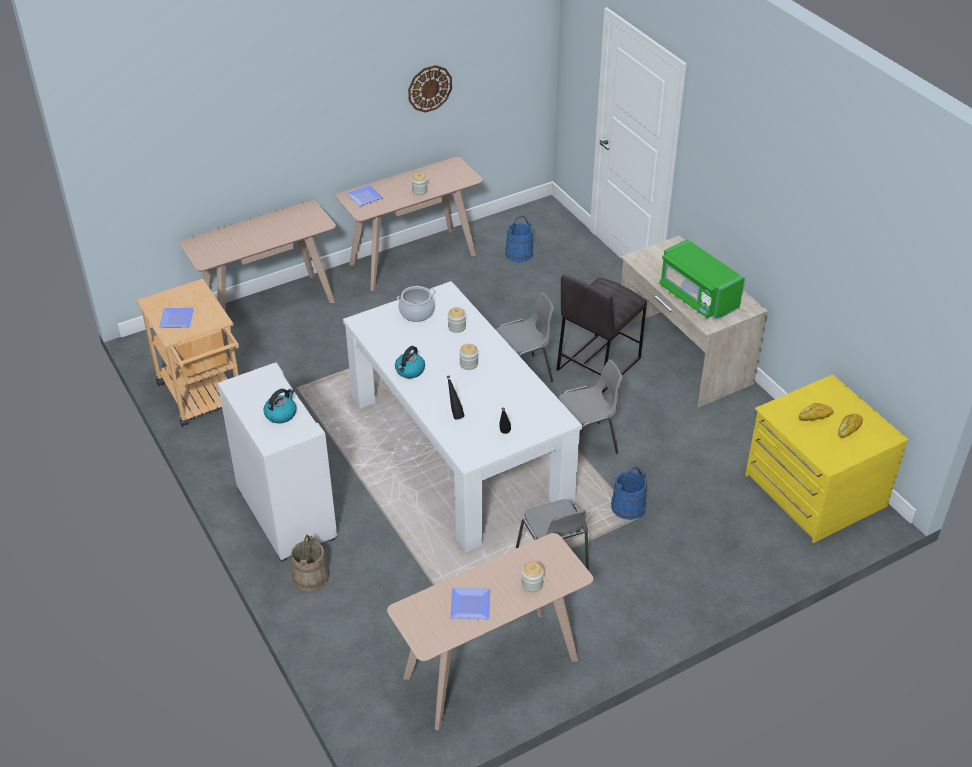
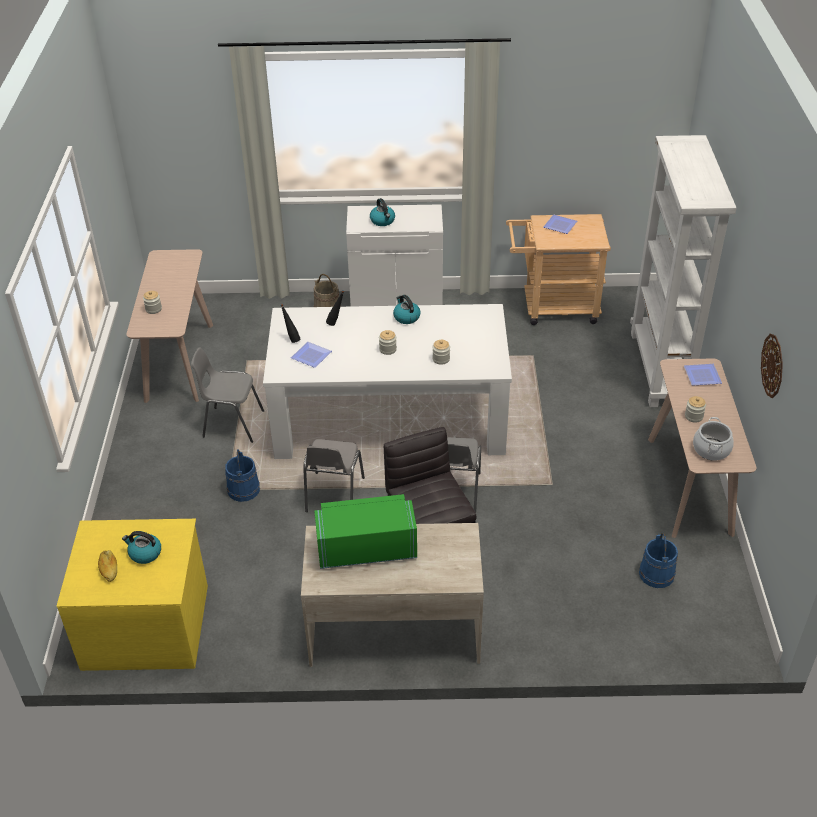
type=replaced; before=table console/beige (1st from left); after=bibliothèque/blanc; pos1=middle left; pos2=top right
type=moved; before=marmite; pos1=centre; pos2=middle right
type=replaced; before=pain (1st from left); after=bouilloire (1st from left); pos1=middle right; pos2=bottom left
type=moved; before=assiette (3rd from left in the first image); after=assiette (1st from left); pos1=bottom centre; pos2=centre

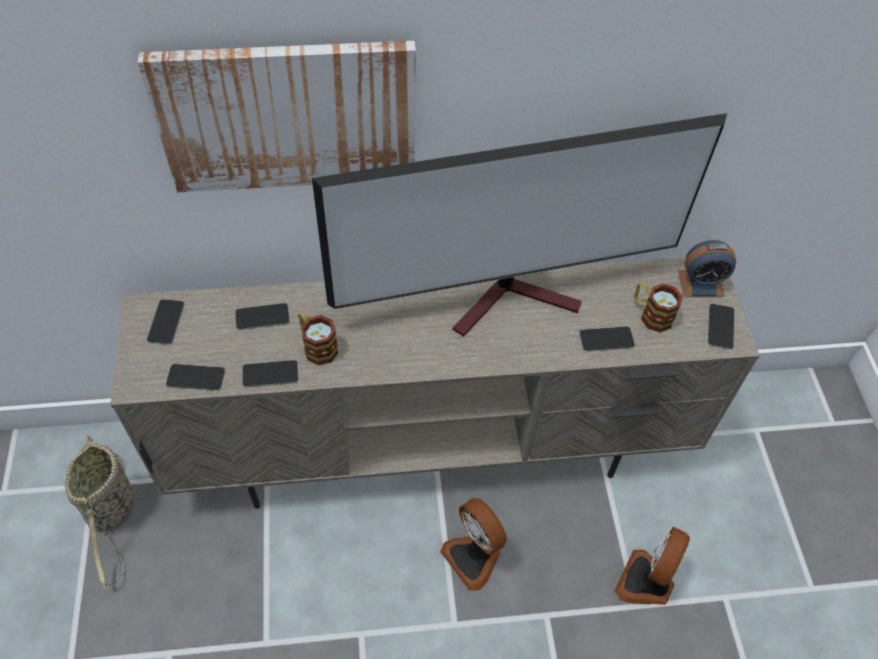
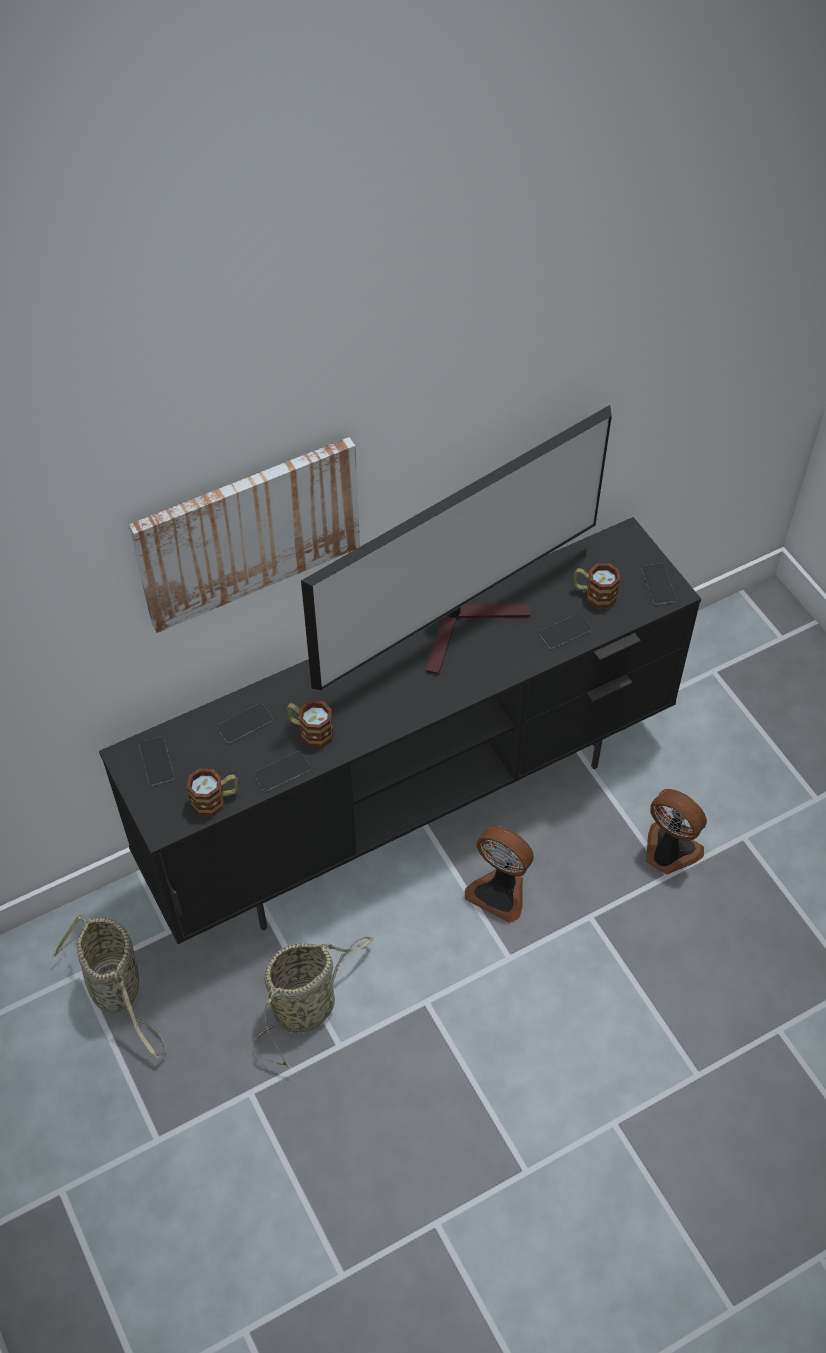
type=removed; before=réveil; pos1=middle right
type=recoloured; before=meuble télé/beige; after=meuble télé/noir; pos1=centre; pos2=centre
type=replaced; before=téléphone (2nd from left); after=mug (1st from left); pos1=middle left; pos2=middle left
type=turned; before=ventilateur (2nd from left); pos1=bottom right; pos2=middle right; turn=120
type=added; after=panier (2nd from left); pos2=bottom centre

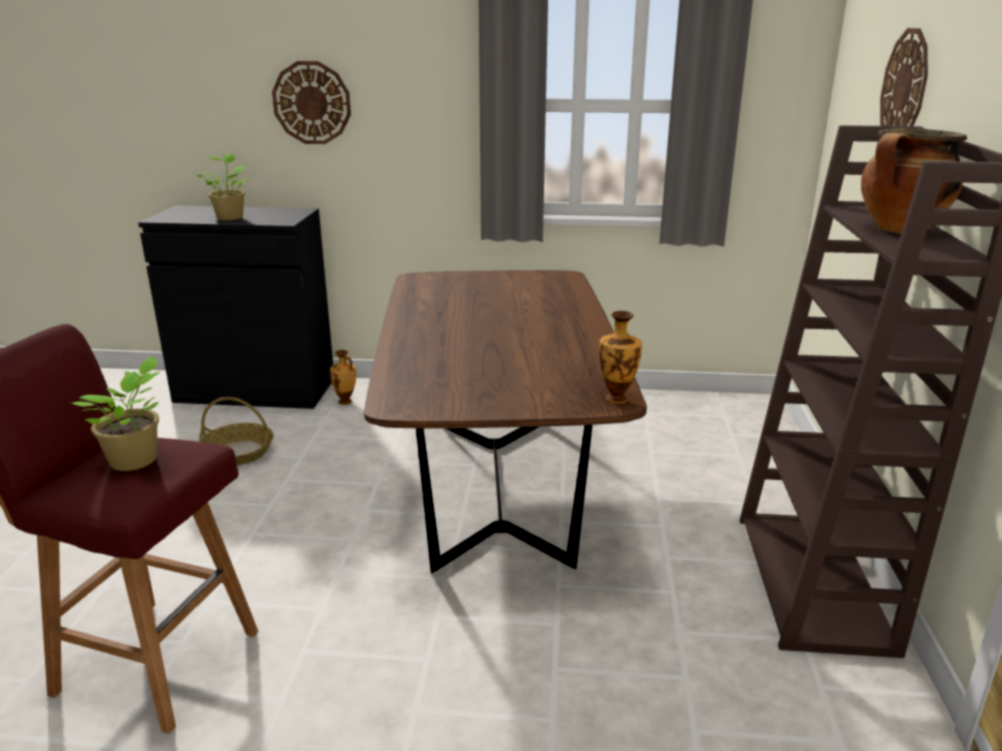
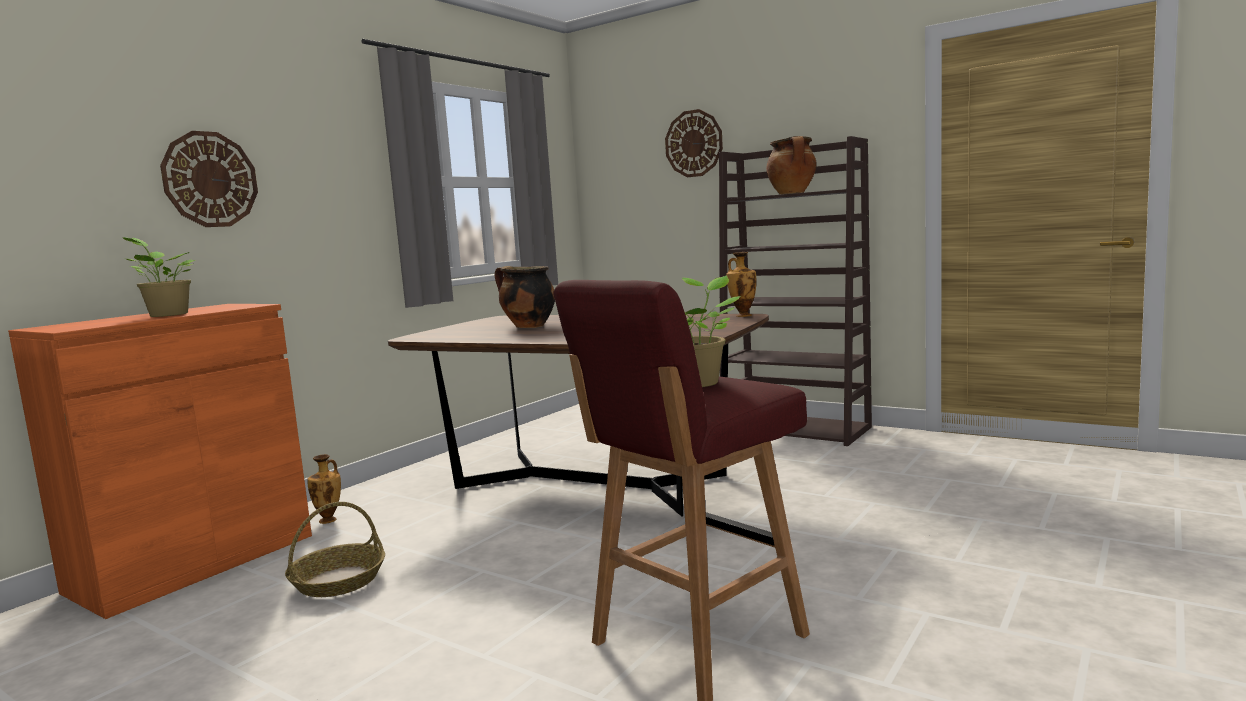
type=recoloured; before=meuble de rangement/noir; after=meuble de rangement/orange; pos1=middle left; pos2=middle left
type=added; after=marmite (1st from left); pos2=centre

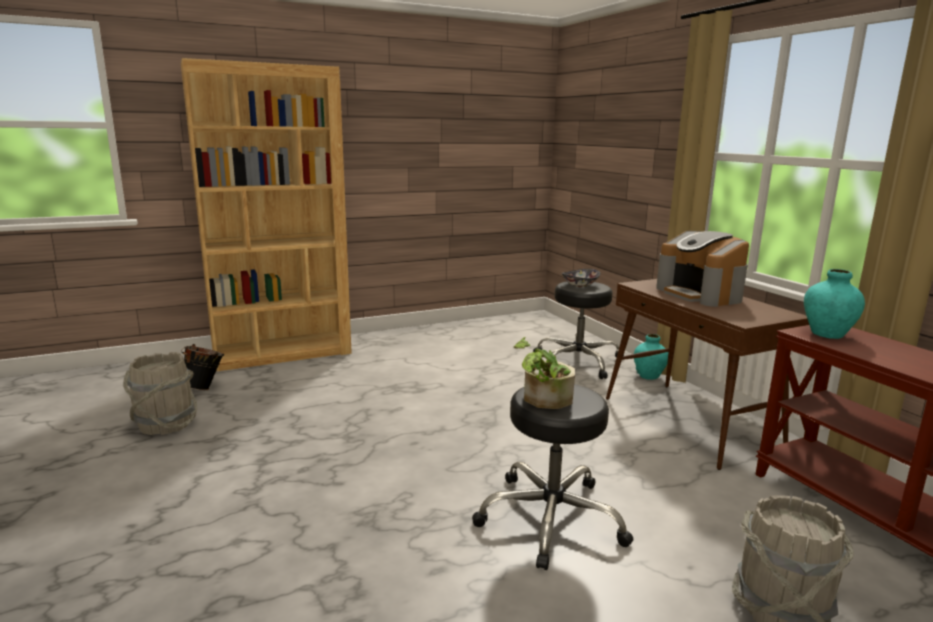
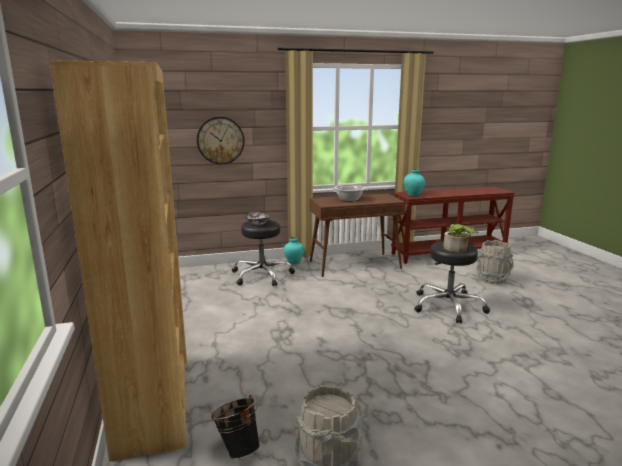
type=replaced; before=machine à café; after=marmite; pos1=middle right; pos2=centre
type=added; after=horloge murale; pos2=top centre

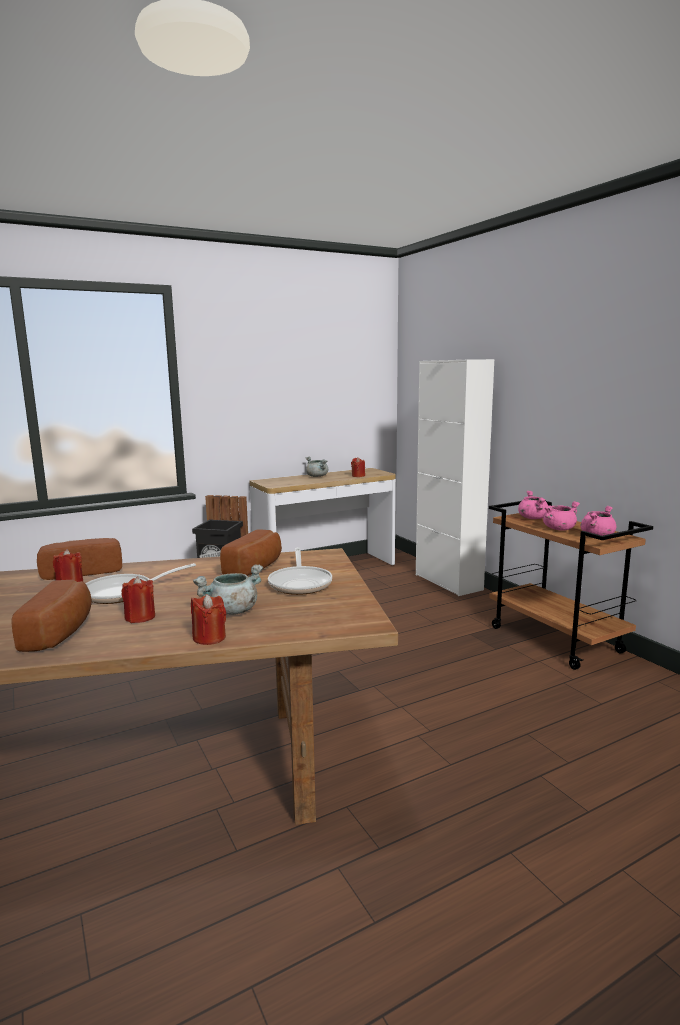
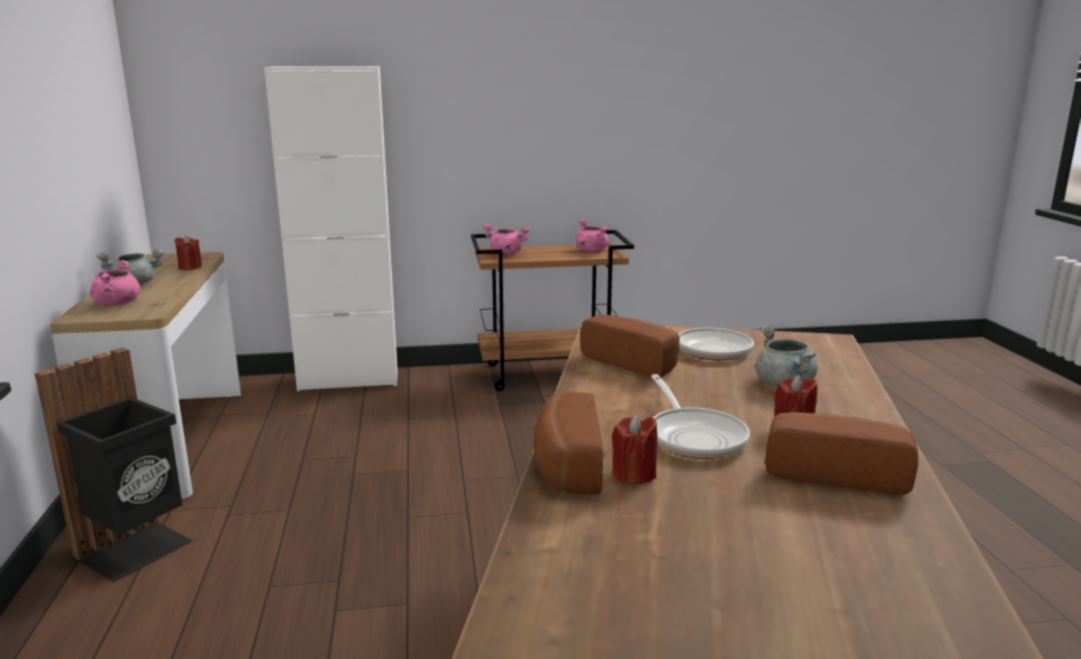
type=moved; before=marmite/rose (2nd from left in the first image); after=marmite/rose (1st from left); pos1=middle right; pos2=middle left
type=removed; before=bougie/rouge (3rd from left); pos1=middle left

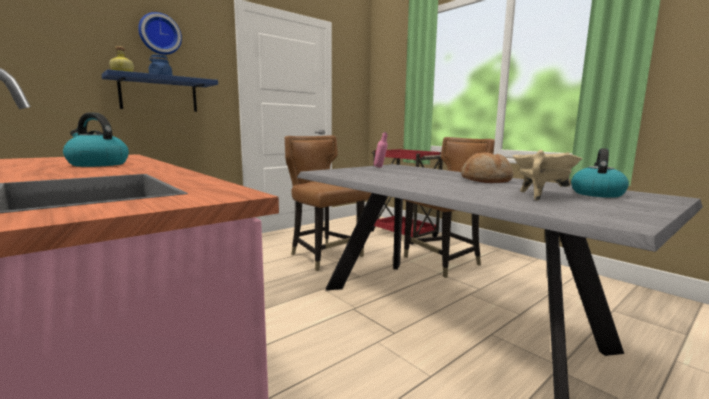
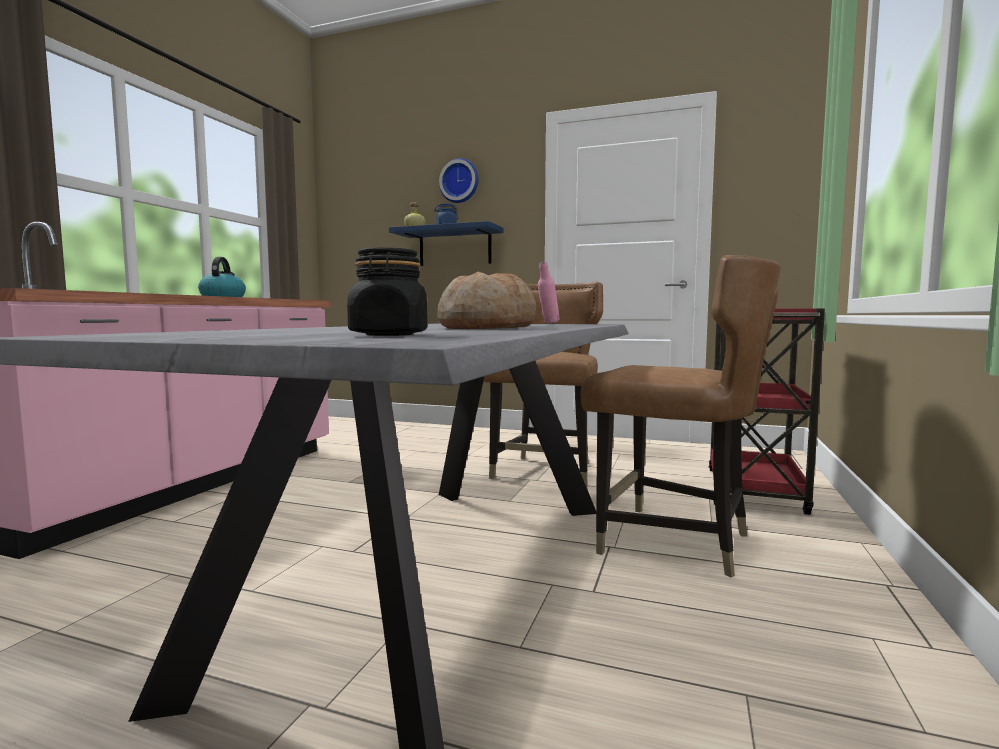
type=replaced; before=bouilloire (2nd from left); after=bocal/noir; pos1=middle right; pos2=centre
type=removed; before=marmite/beige; pos1=middle right

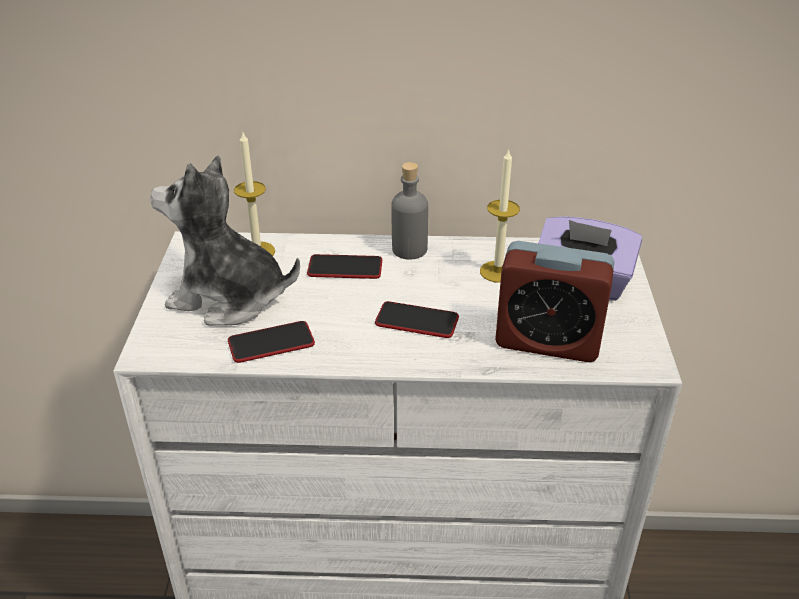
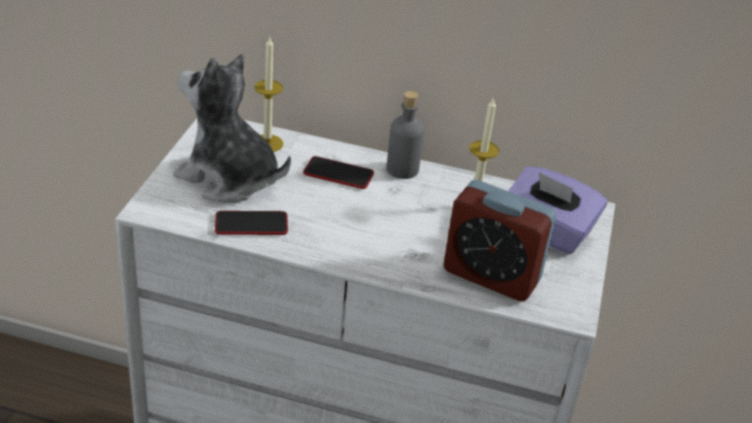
type=removed; before=téléphone (3rd from left); pos1=centre

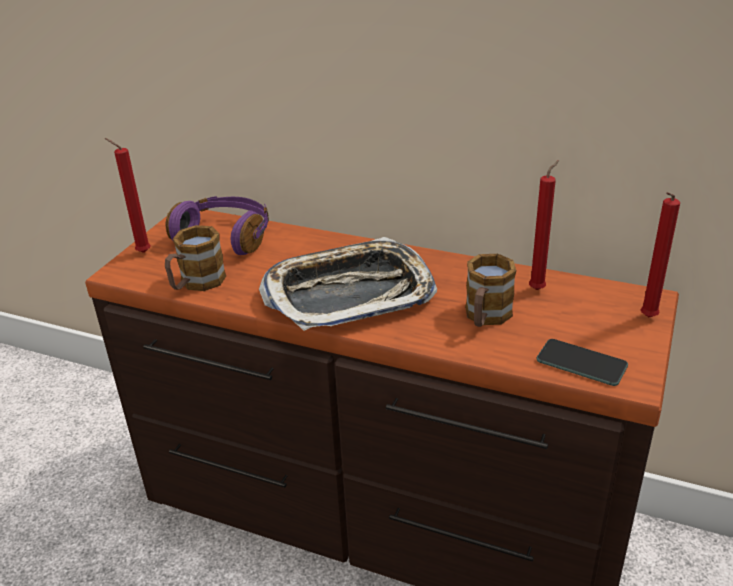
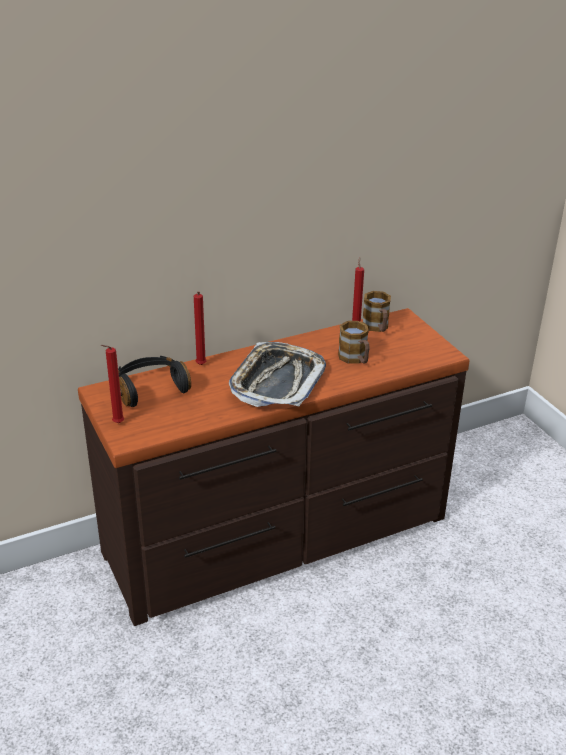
type=moved; before=bougie/rouge (3rd from left in the first image); after=bougie/rouge (2nd from left); pos1=middle right; pos2=centre
type=recoloured; before=casque audio/violet; after=casque audio/noir; pos1=middle left; pos2=middle left
type=moved; before=mug (1st from left in the first image); after=mug (2nd from left); pos1=middle left; pos2=centre
type=removed; before=téléphone; pos1=middle right

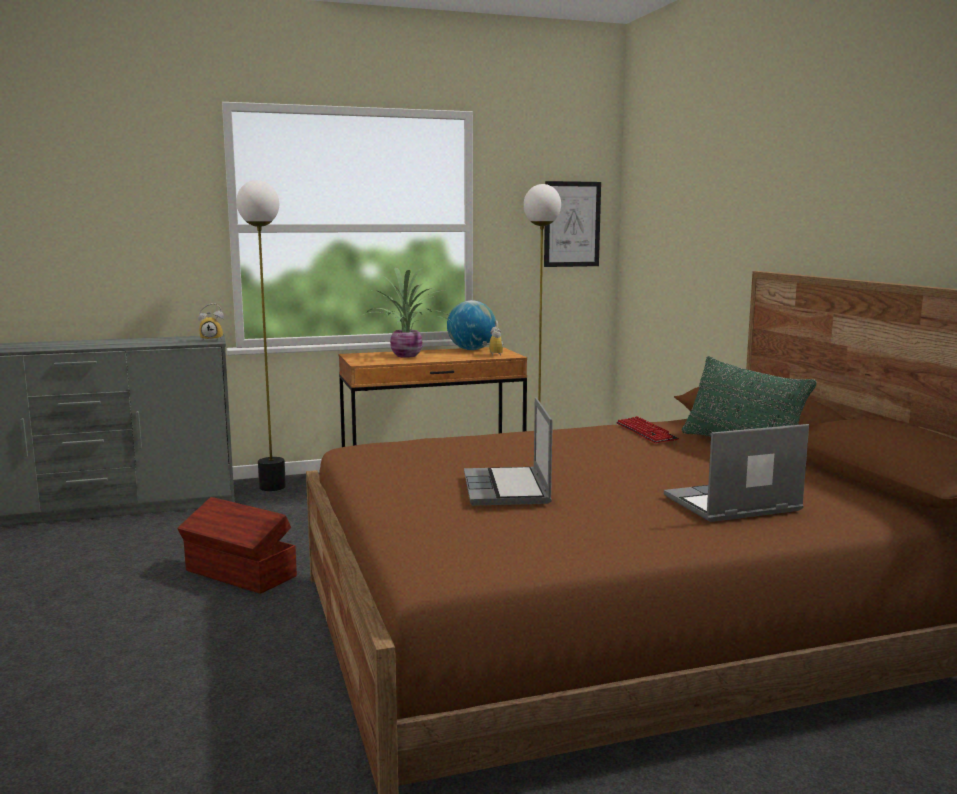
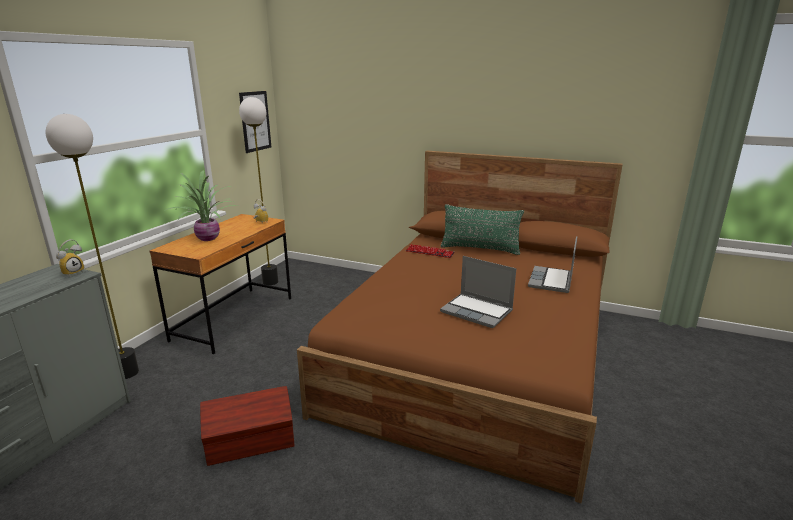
type=removed; before=globe; pos1=centre

